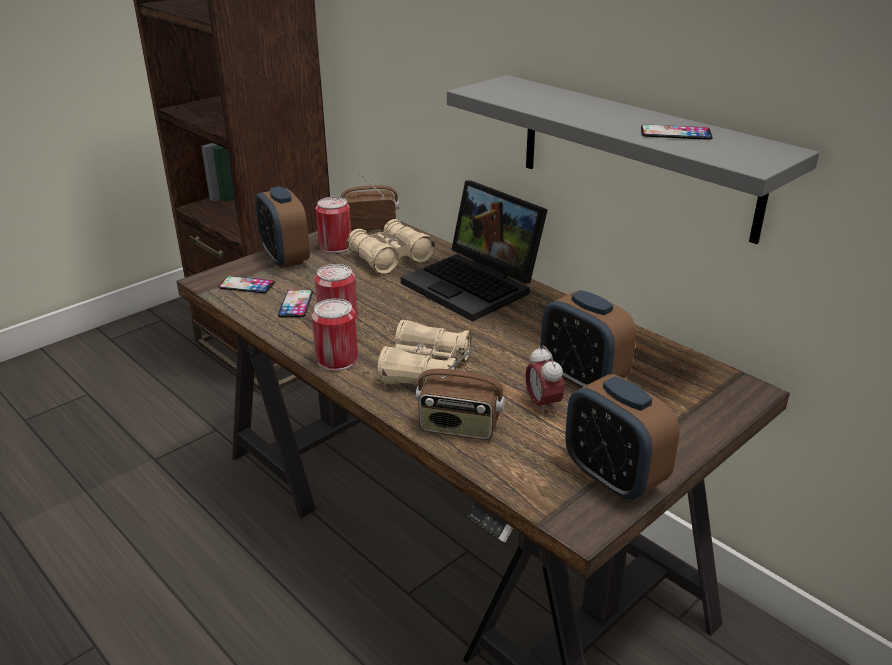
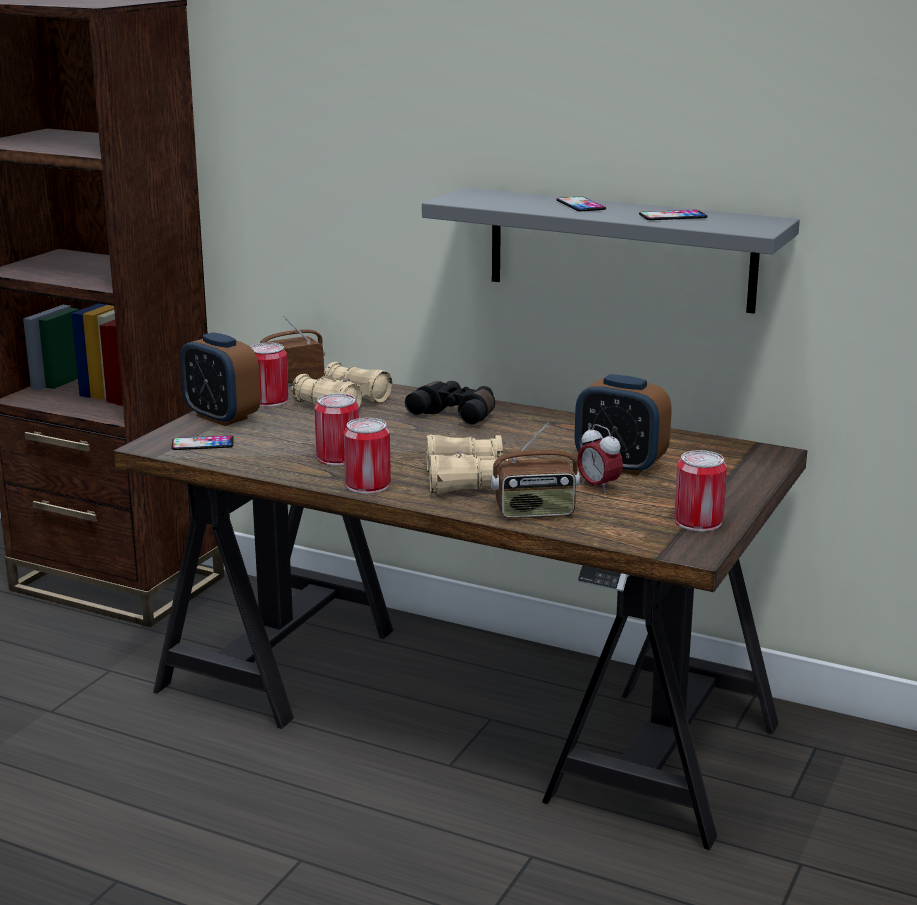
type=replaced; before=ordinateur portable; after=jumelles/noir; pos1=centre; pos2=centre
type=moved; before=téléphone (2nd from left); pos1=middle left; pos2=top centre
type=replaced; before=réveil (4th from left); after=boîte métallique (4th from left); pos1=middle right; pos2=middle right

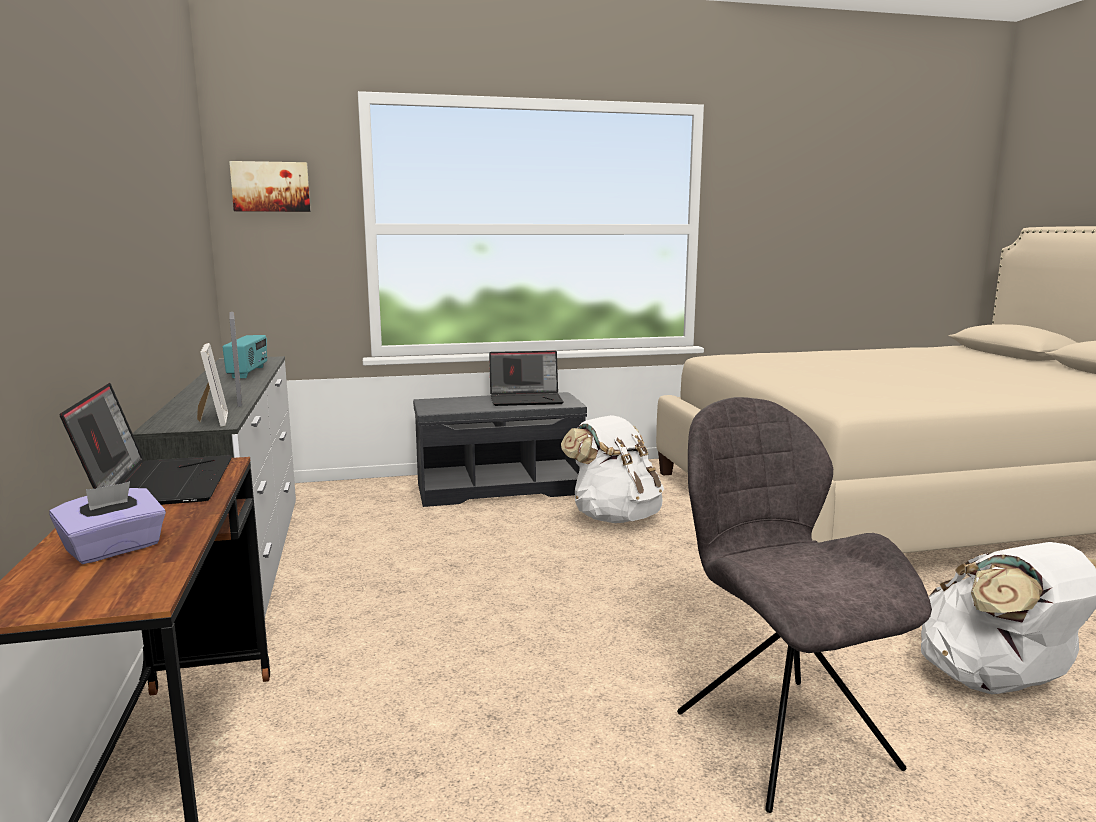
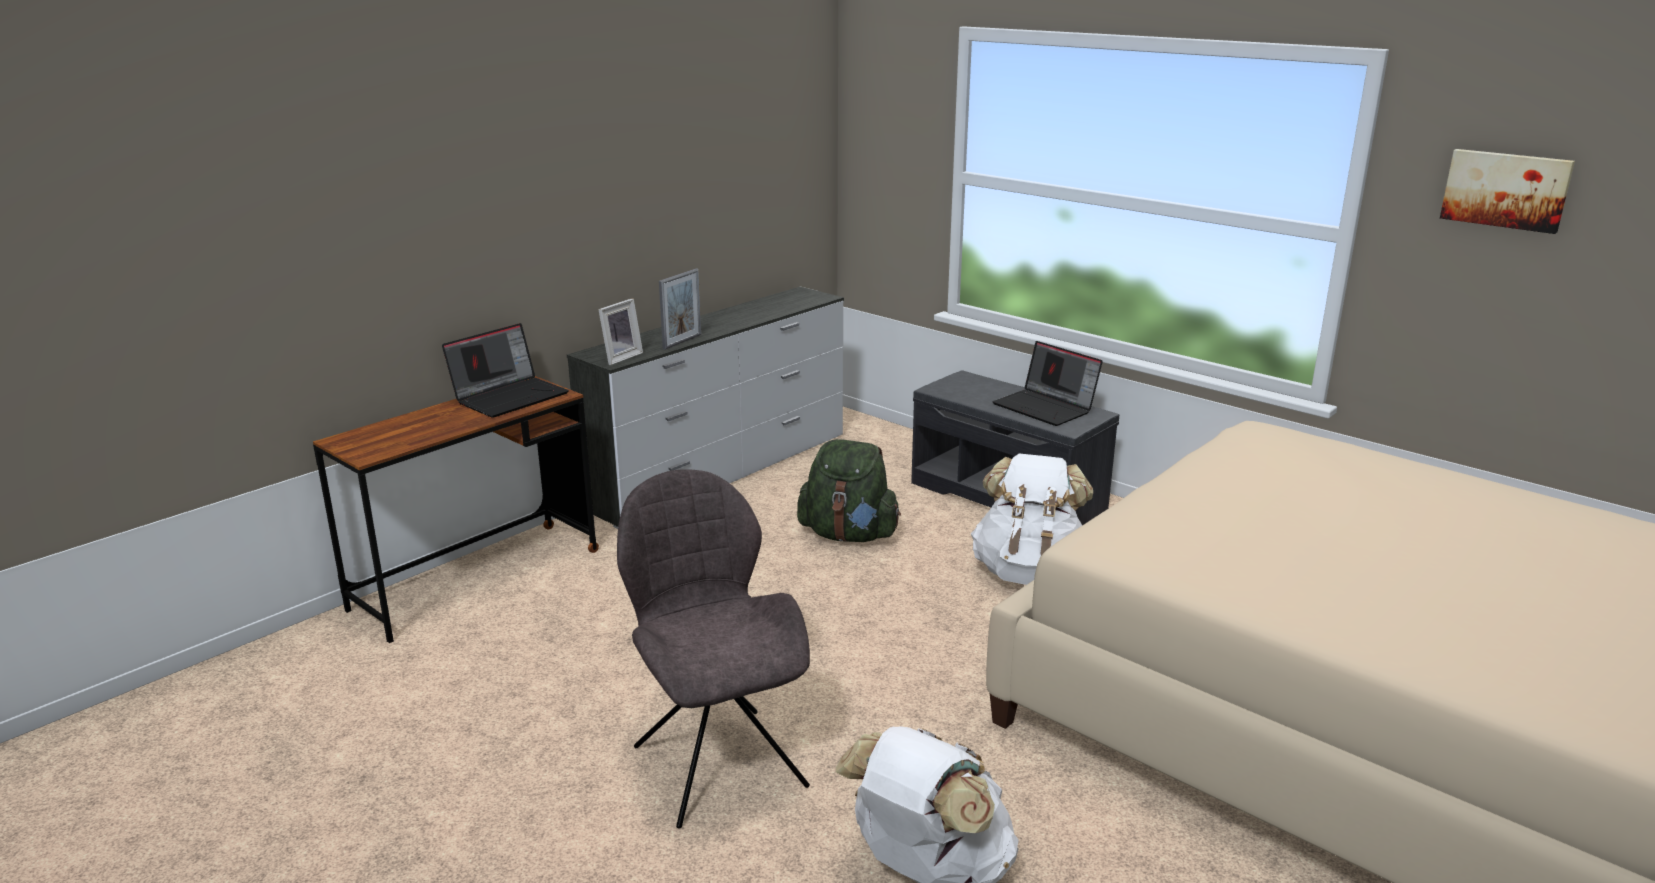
type=moved; before=tableau; pos1=top left; pos2=top right
type=removed; before=radio; pos1=middle left
type=turned; before=chaise/gris; pos1=bottom right; pos2=bottom centre; turn=-60
type=removed; before=boîte à mouchoirs/violet; pos1=middle left
type=added; after=sac à dos/vert; pos2=centre

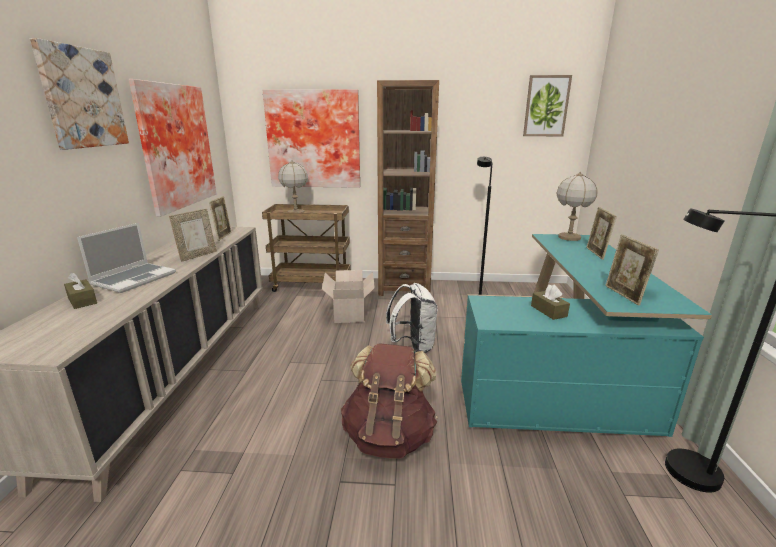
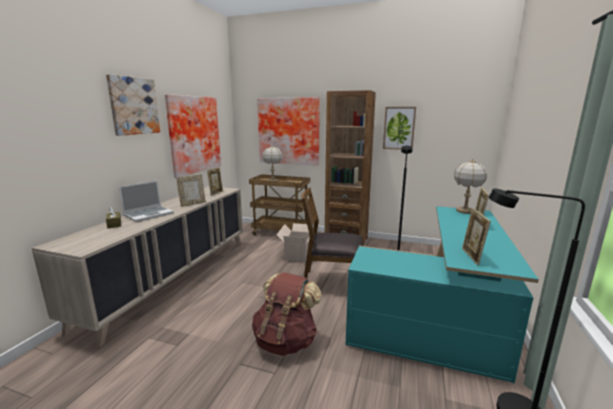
type=moved; before=tableau (4th from left); pos1=top right; pos2=top centre
type=replaced; before=sac à dos/blanc; after=chaise/marron; pos1=centre; pos2=centre
type=removed; before=boîte à mouchoirs/marron (2nd from left); pos1=middle right

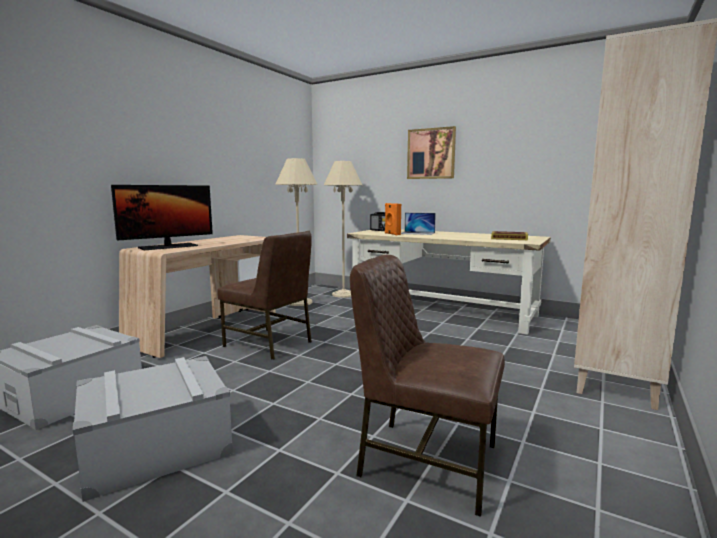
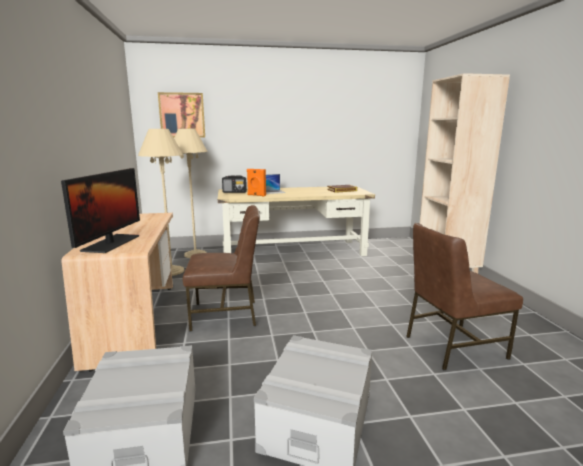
type=moved; before=tableau; pos1=top centre; pos2=top left

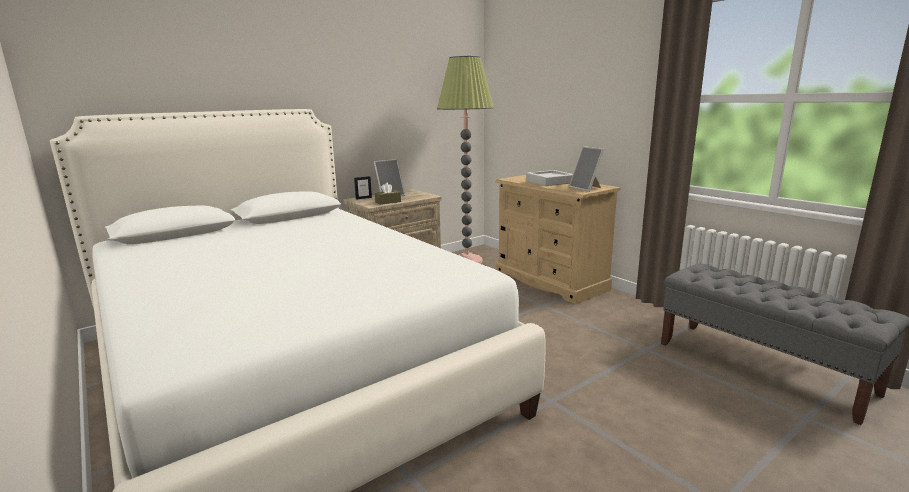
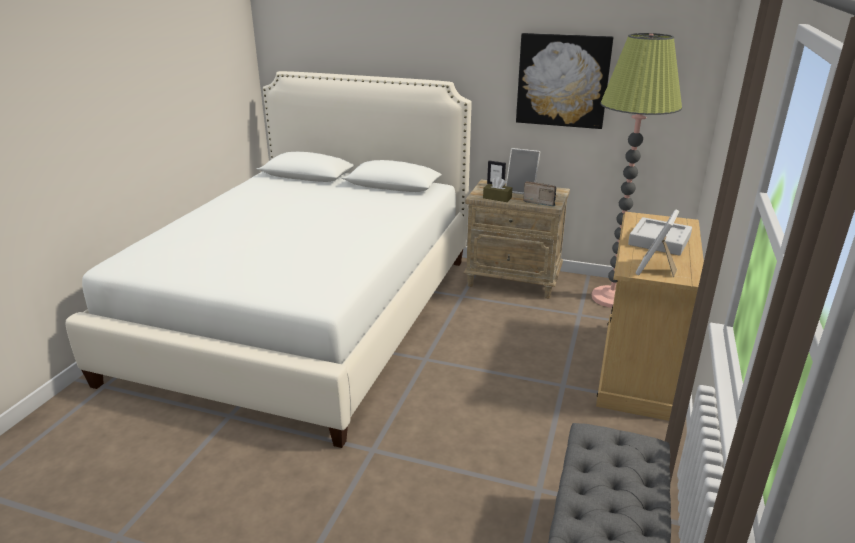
type=added; after=tableau; pos2=top centre
type=added; after=radio; pos2=centre

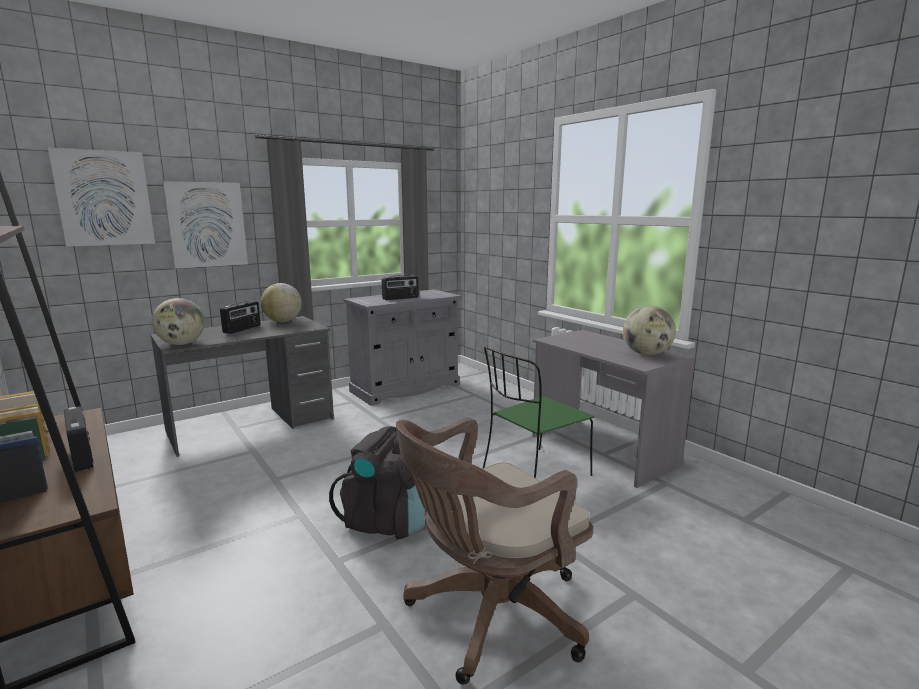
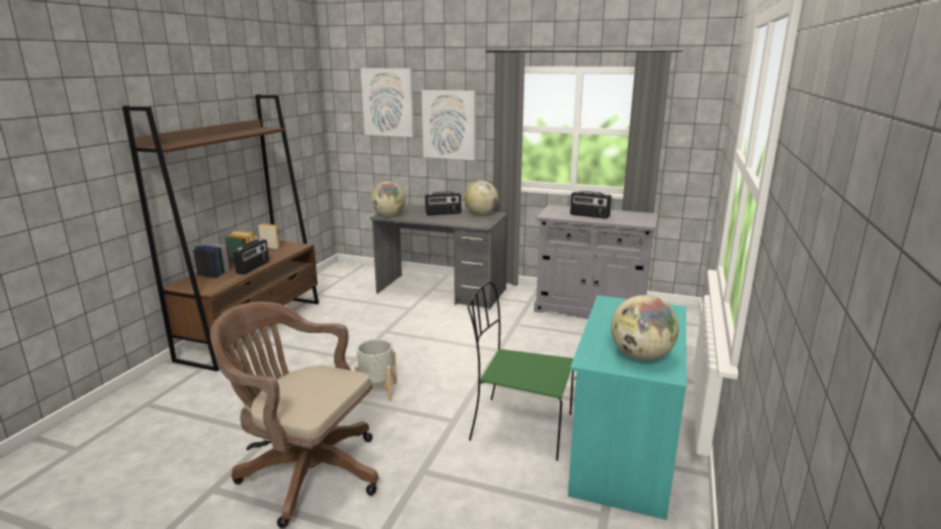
type=recoloured; before=bureau/gris (2nd from left); after=bureau/turquoise; pos1=middle right; pos2=bottom centre
type=replaced; before=sac à dos/noir; after=cache-pot/gris; pos1=bottom centre; pos2=bottom centre

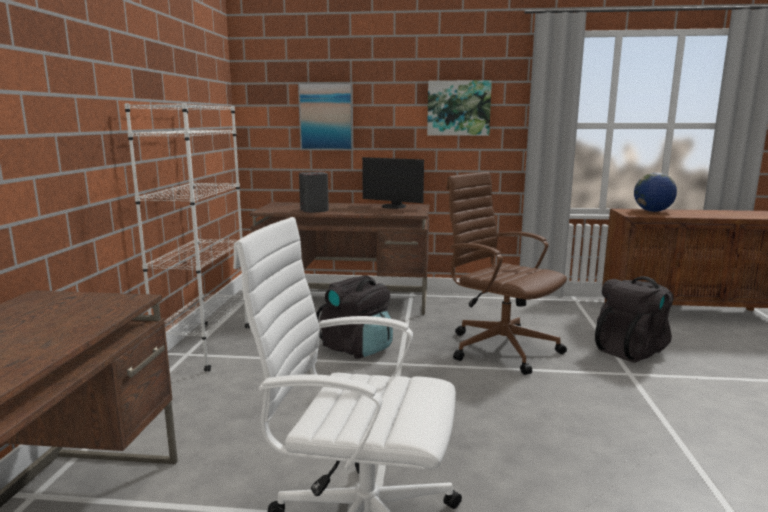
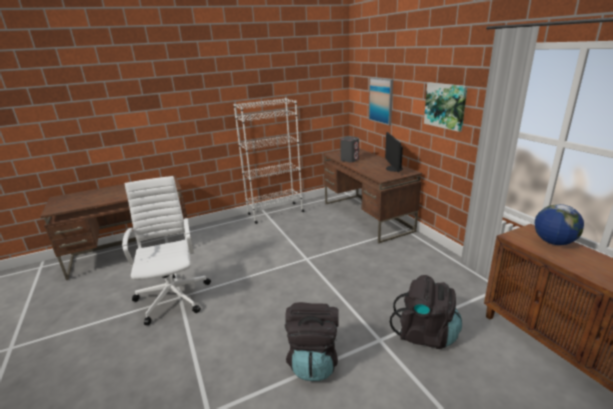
type=removed; before=chaise de bureau/marron; pos1=centre
type=moved; before=sac à dos/noir (1st from left); pos1=centre; pos2=bottom centre

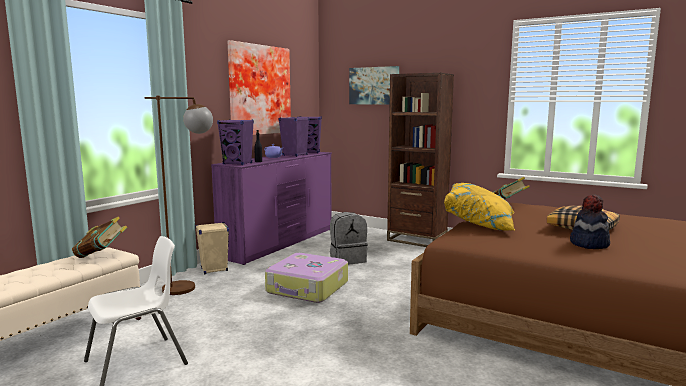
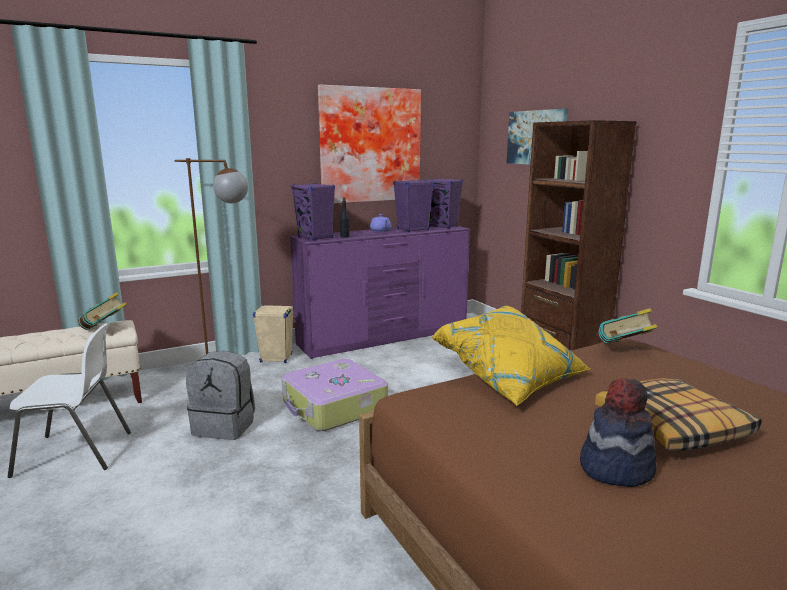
type=moved; before=sac à dos/gris; pos1=centre; pos2=bottom left

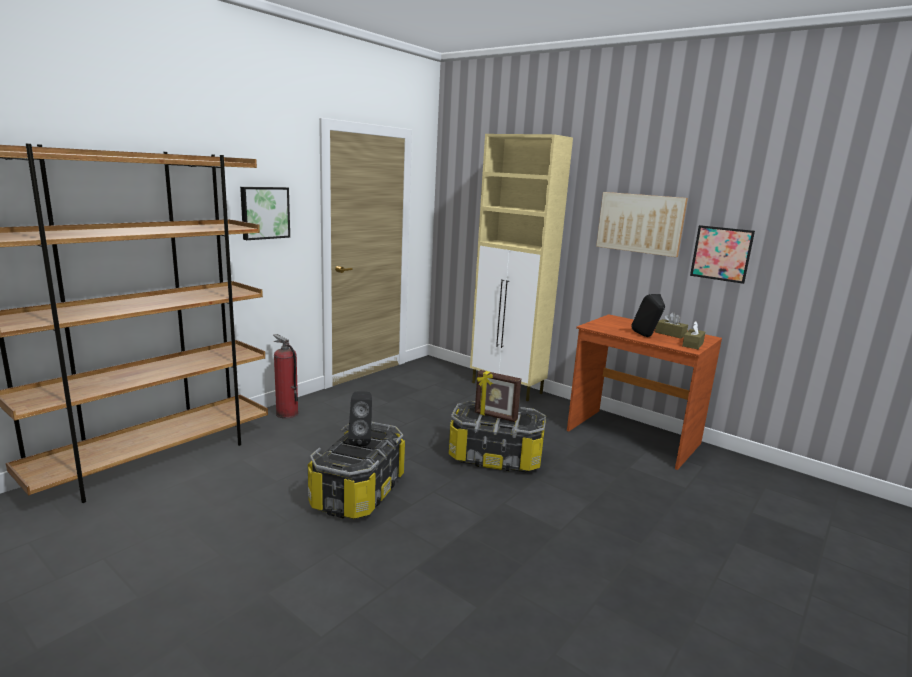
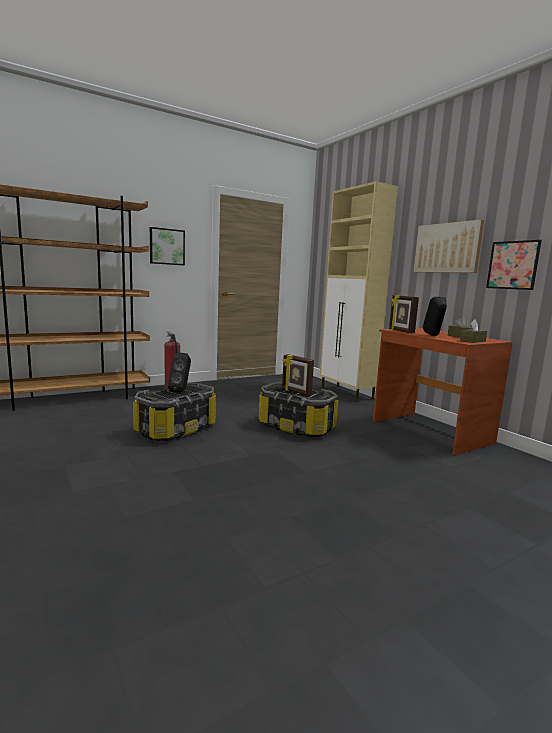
type=added; after=cadre photo (2nd from left); pos2=middle right

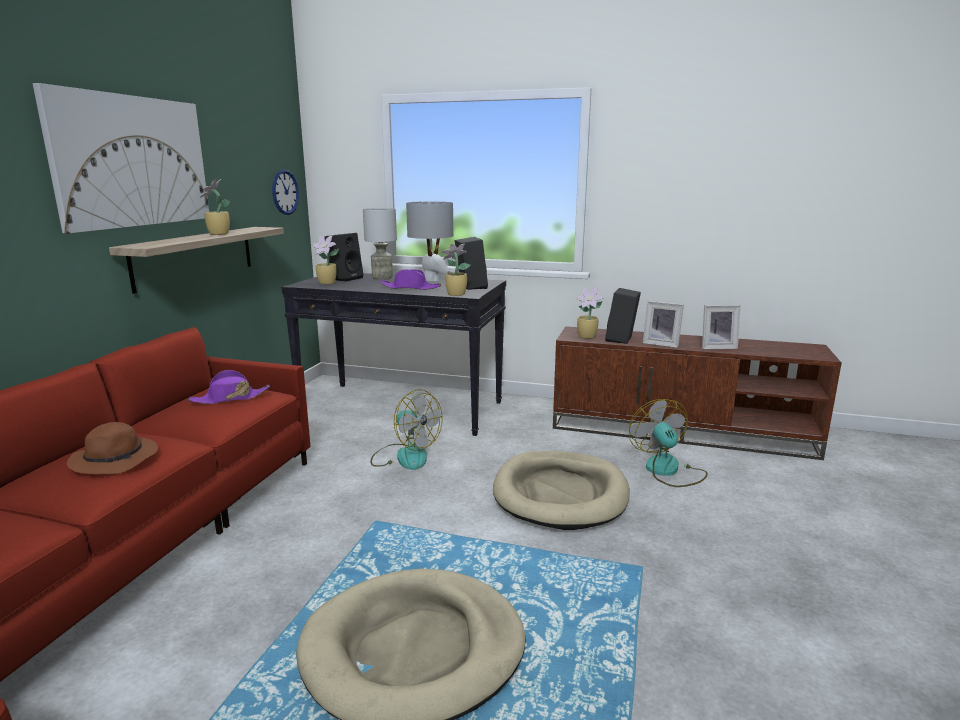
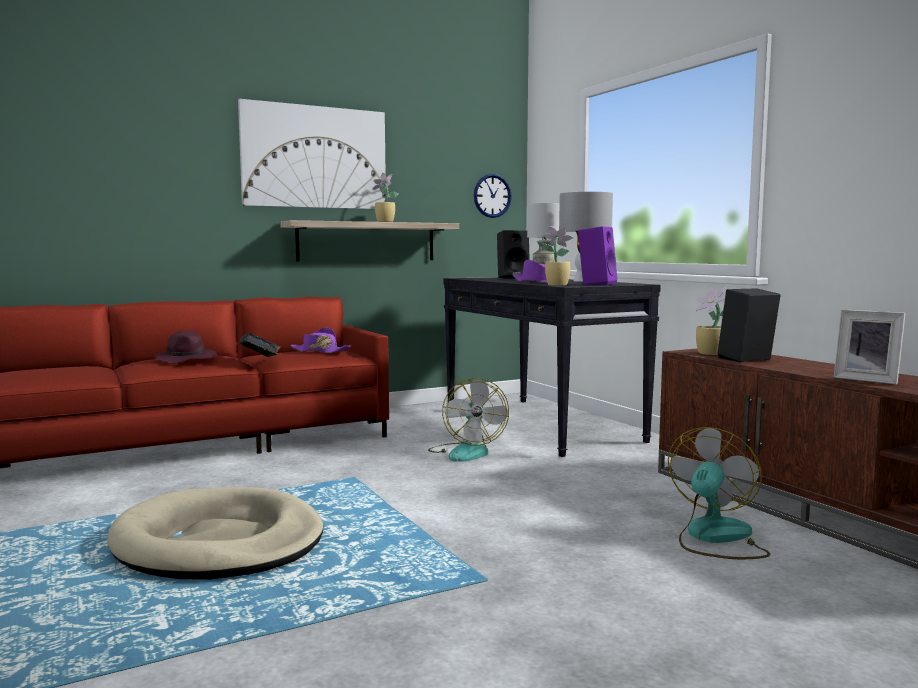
type=removed; before=plante en pot (2nd from left); pos1=centre
type=recoloured; before=enceinte/noir (2nd from left); after=enceinte/violet; pos1=centre; pos2=centre
type=removed; before=cadre photo (1st from left); pos1=middle right
type=recoloured; before=chapeau/marron; after=chapeau/violet (1st from left); pos1=middle left; pos2=middle left
type=removed; before=panier pour chien/beige (2nd from left); pos1=bottom centre
type=added; after=livre; pos2=middle left

